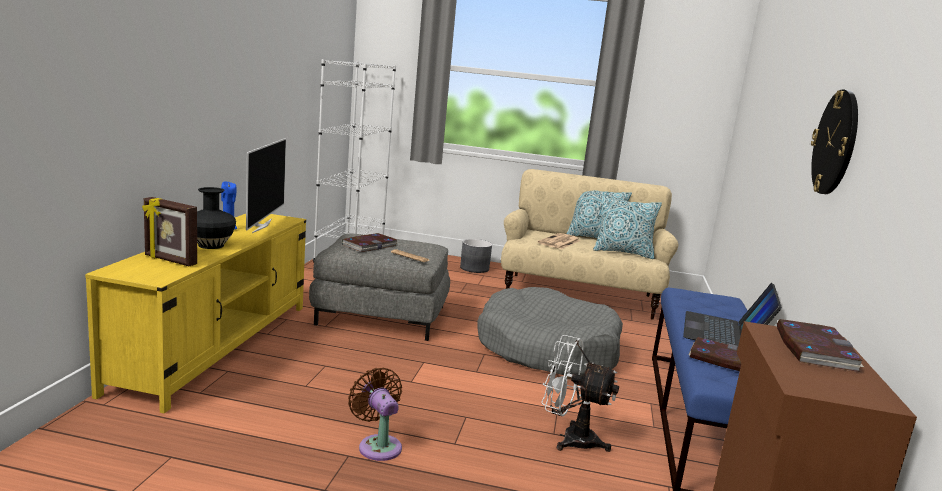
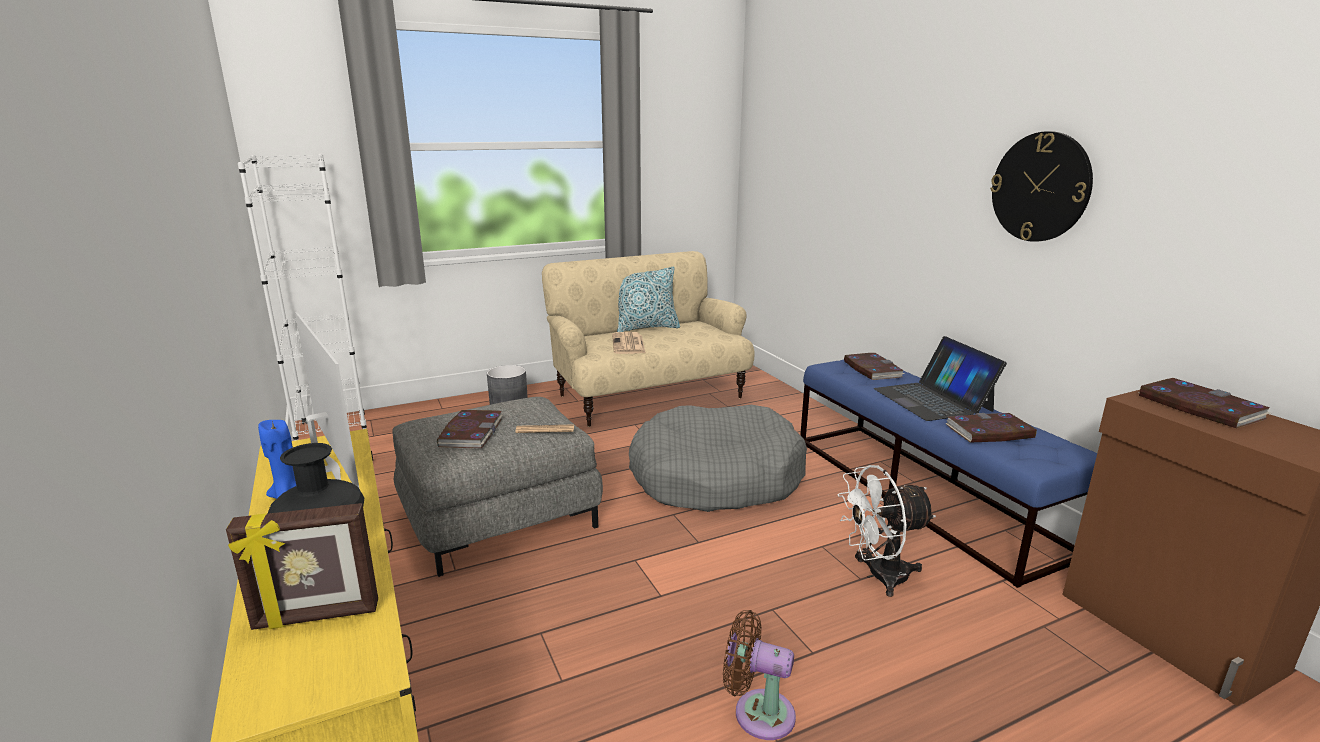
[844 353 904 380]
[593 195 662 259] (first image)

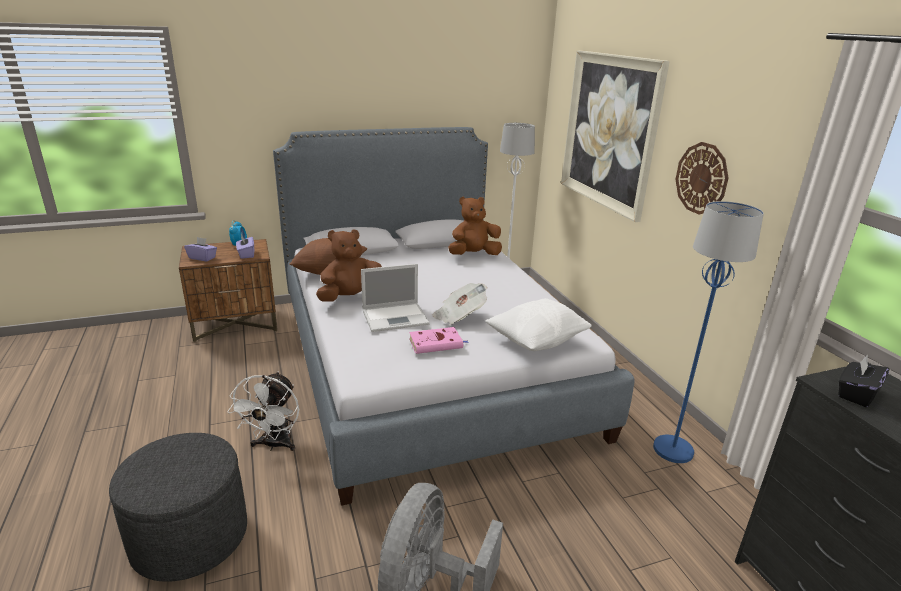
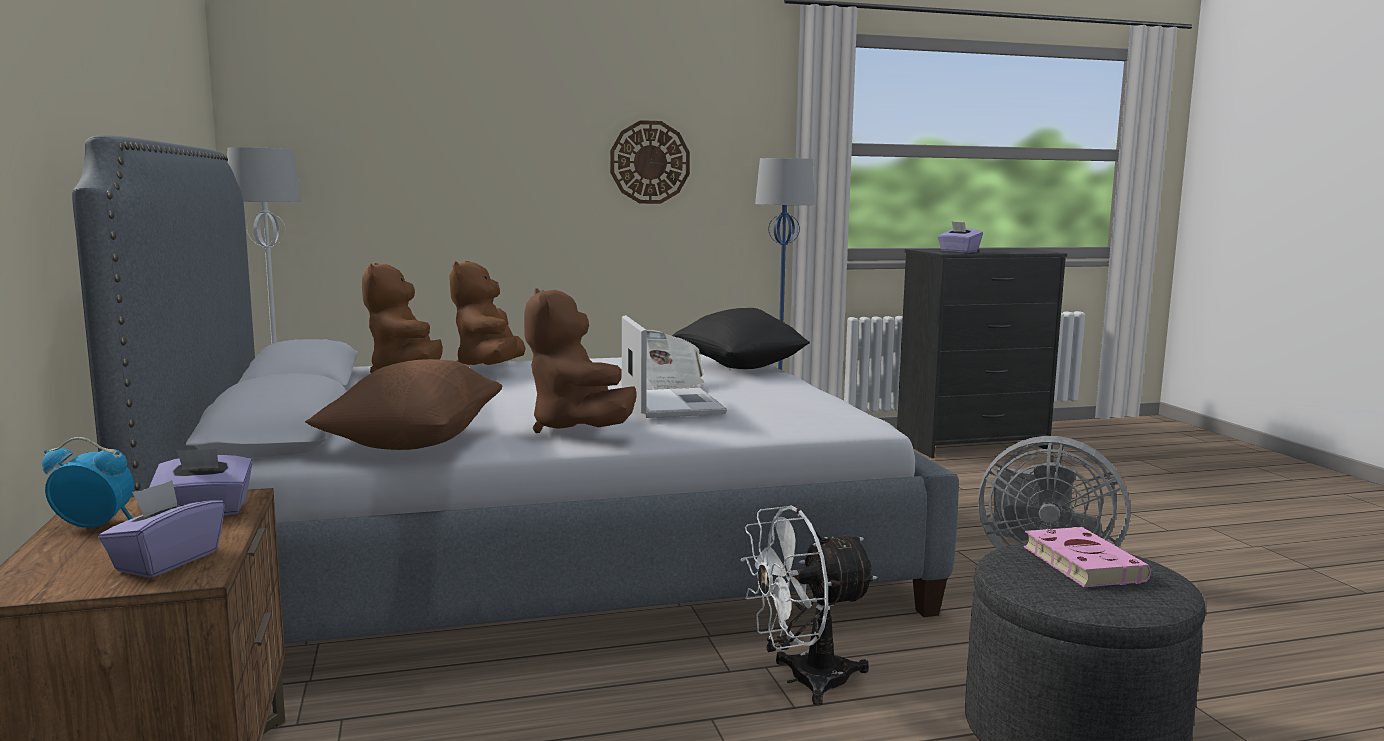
[449 261 526 365]
[672 308 810 369]
[740 505 877 705]
[938 221 983 253]
[1024 527 1151 587]
[561 50 670 222] (first image)

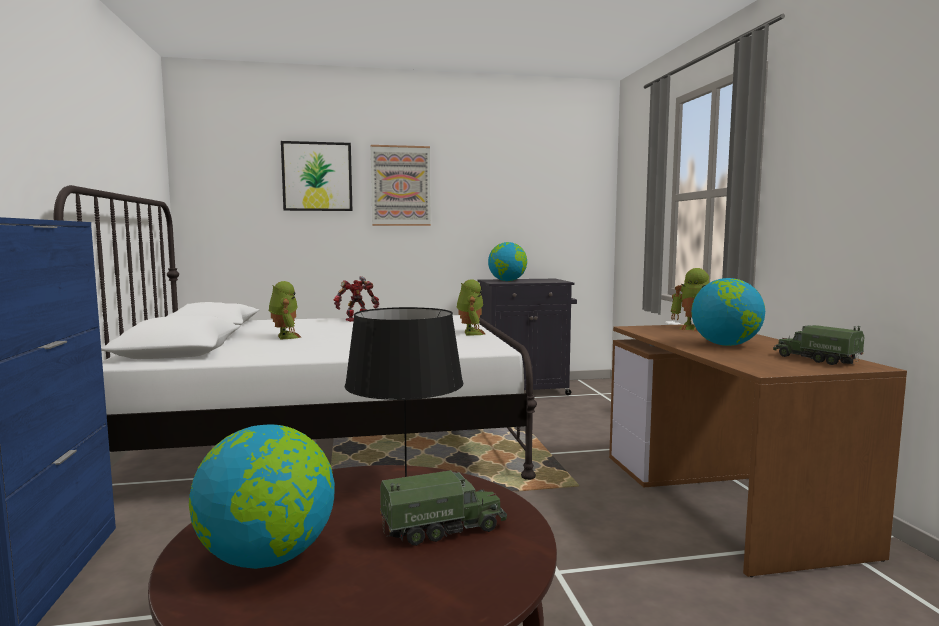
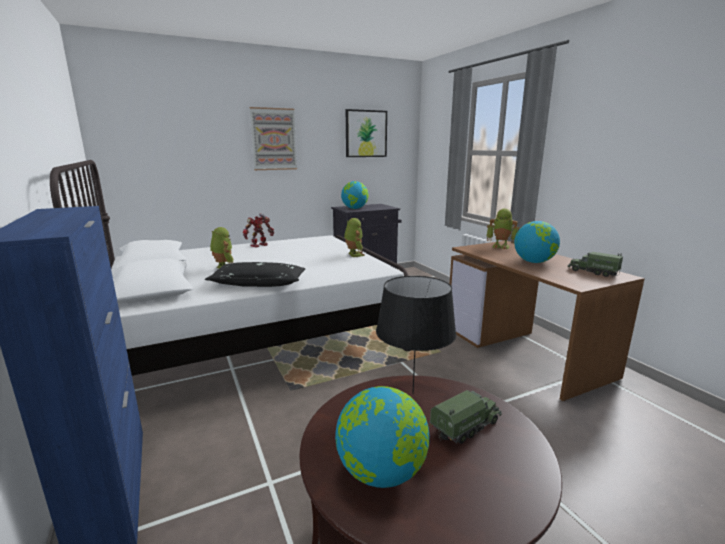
[205 262 306 287]
[346 109 387 157]

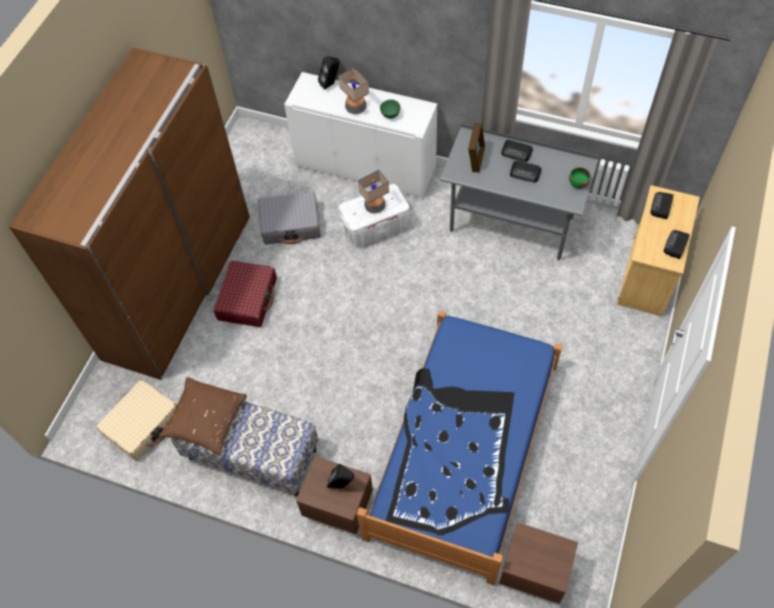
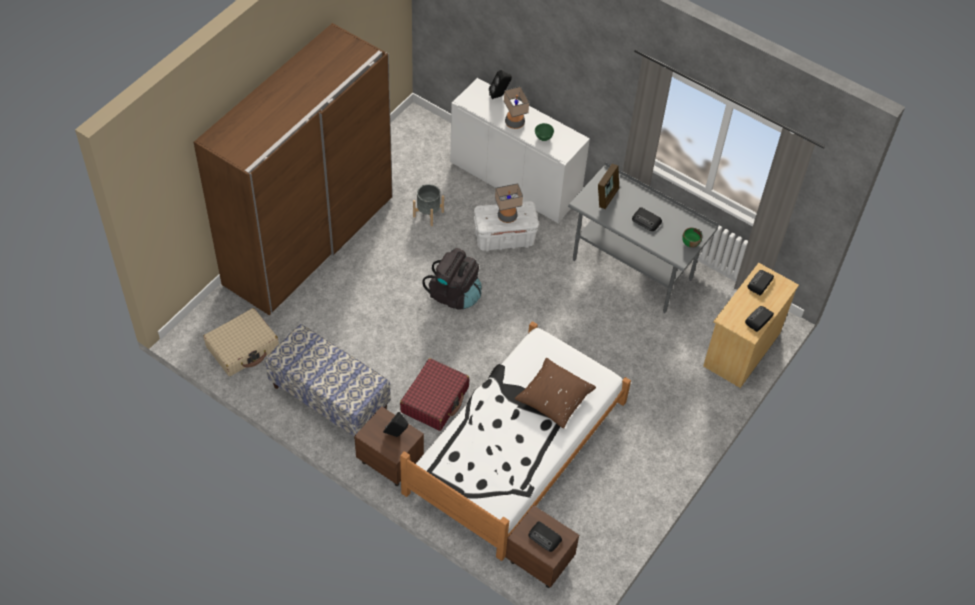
[400 321 631 561]
[400 358 470 431]
[413 184 444 226]
[422 248 482 310]
[514 358 596 429]
[529 521 562 552]

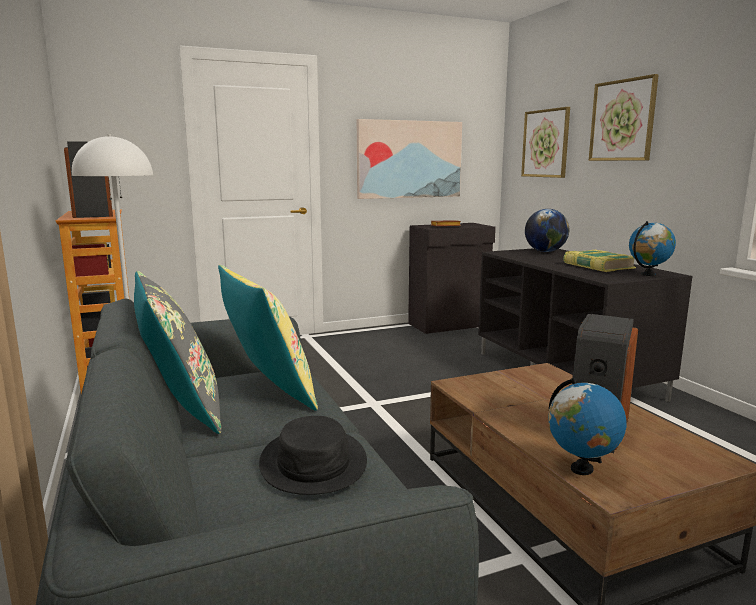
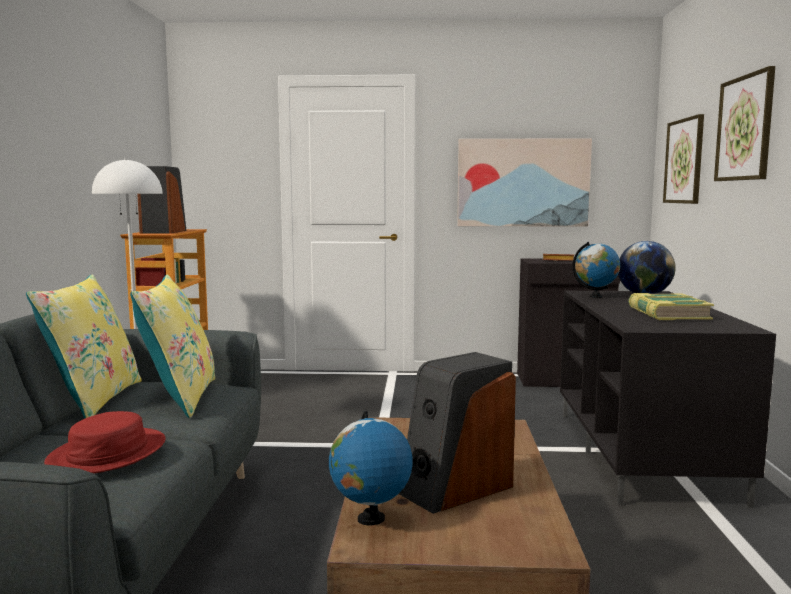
[26 274 142 419]
[44 411 166 474]
[572 242 620 298]

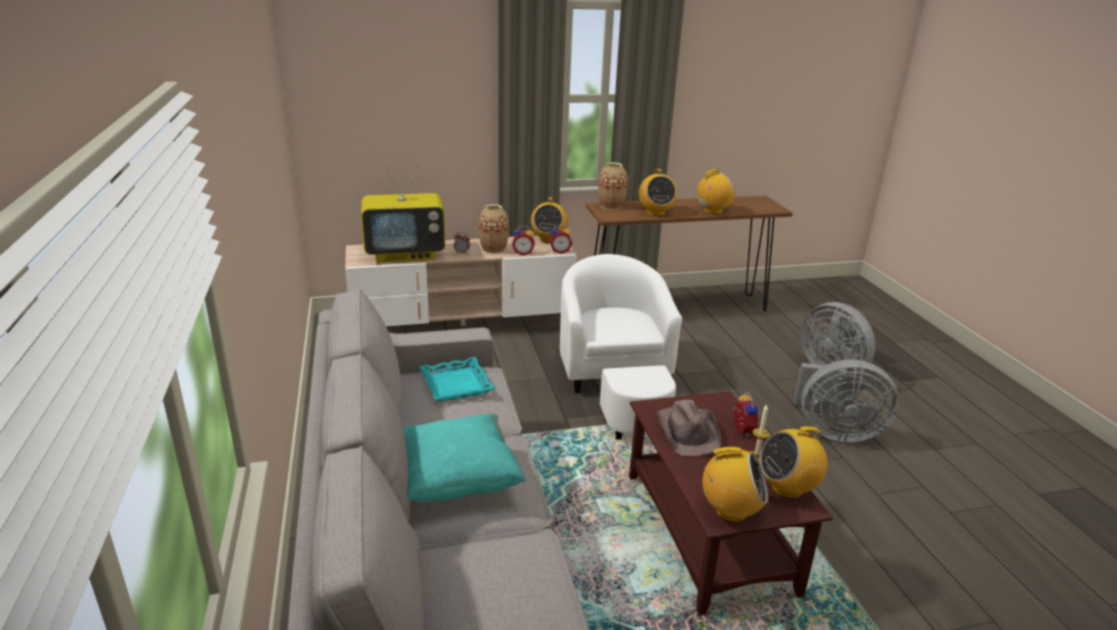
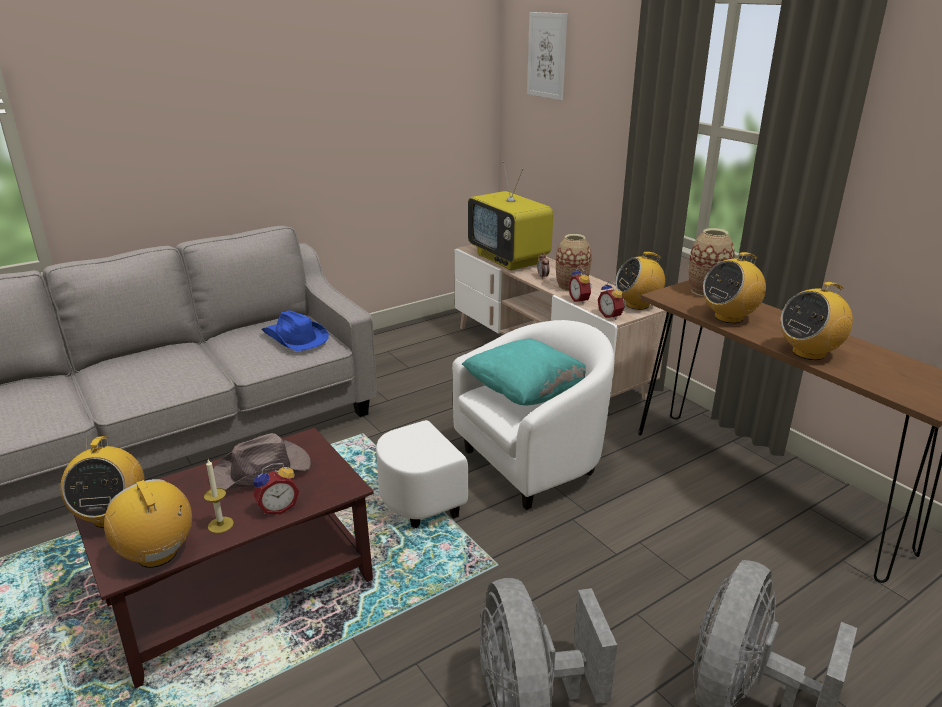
[261 310 329 351]
[462 338 586 406]
[527 12 567 100]
[781 282 853 360]

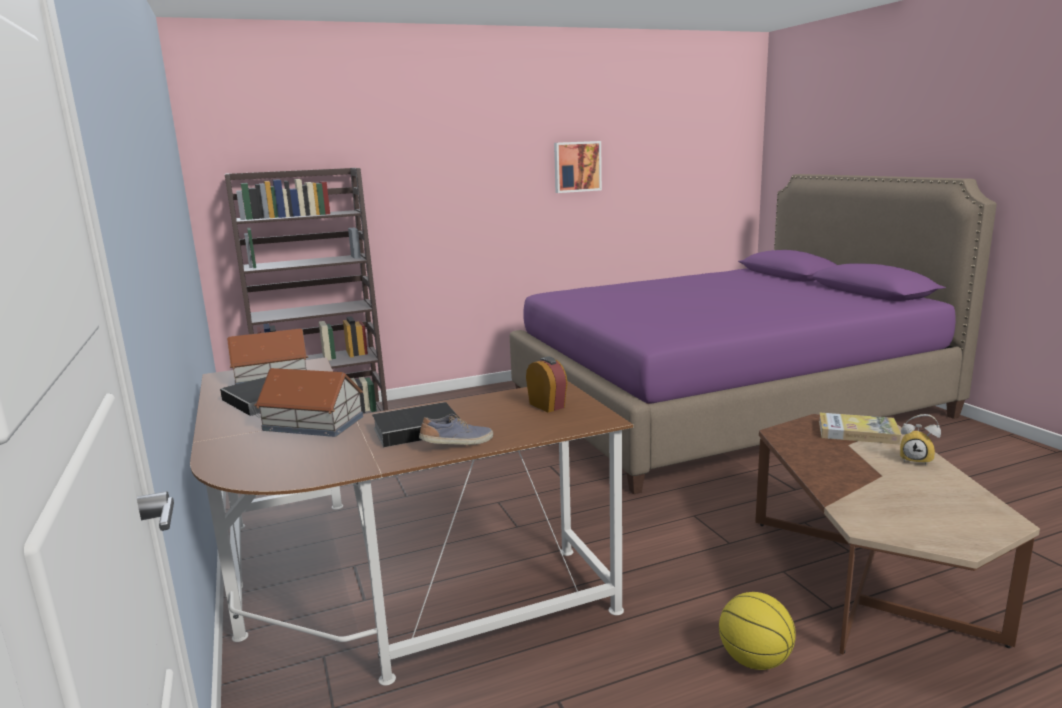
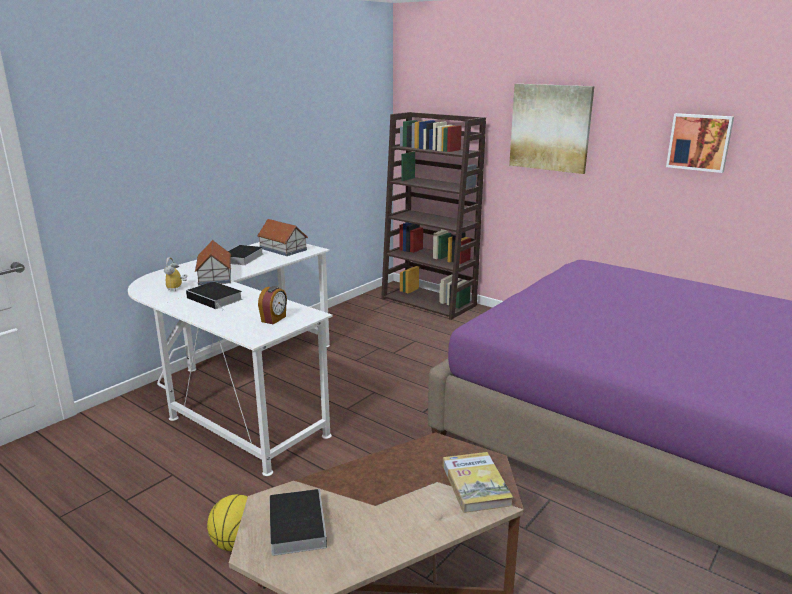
[128 242 333 476]
[164 257 187 292]
[269 489 327 556]
[509 84 594 174]
[419 414 493 445] (first image)

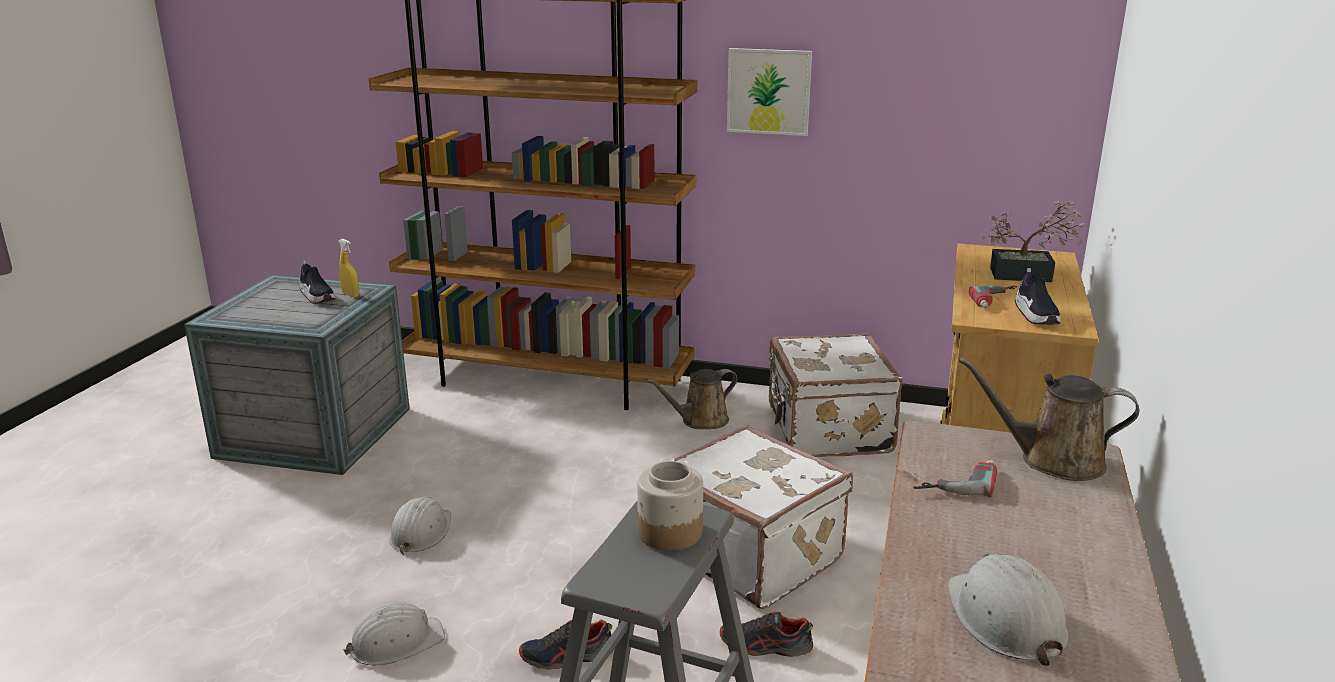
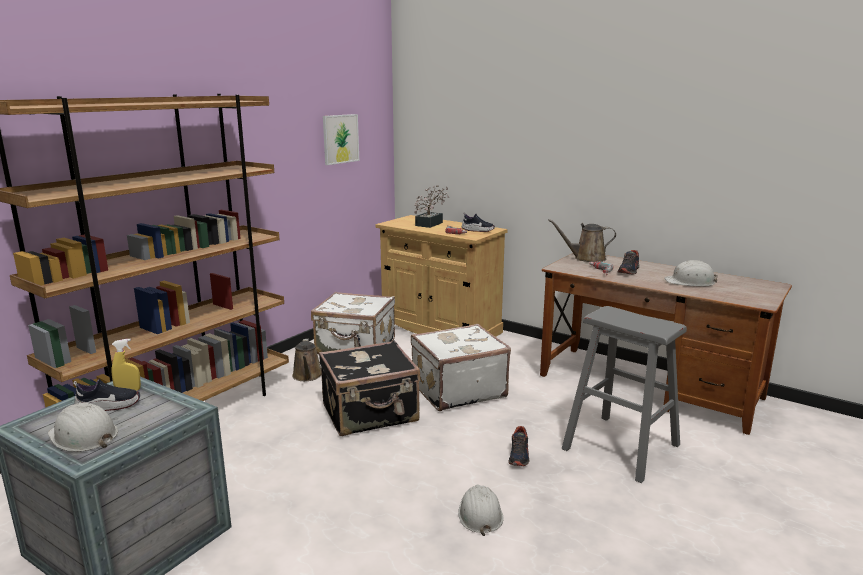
[48 403 118 452]
[319 340 420 436]
[323 114 359 165]
[548 219 616 262]
[618 250 640 274]
[637 461 703 551] (first image)

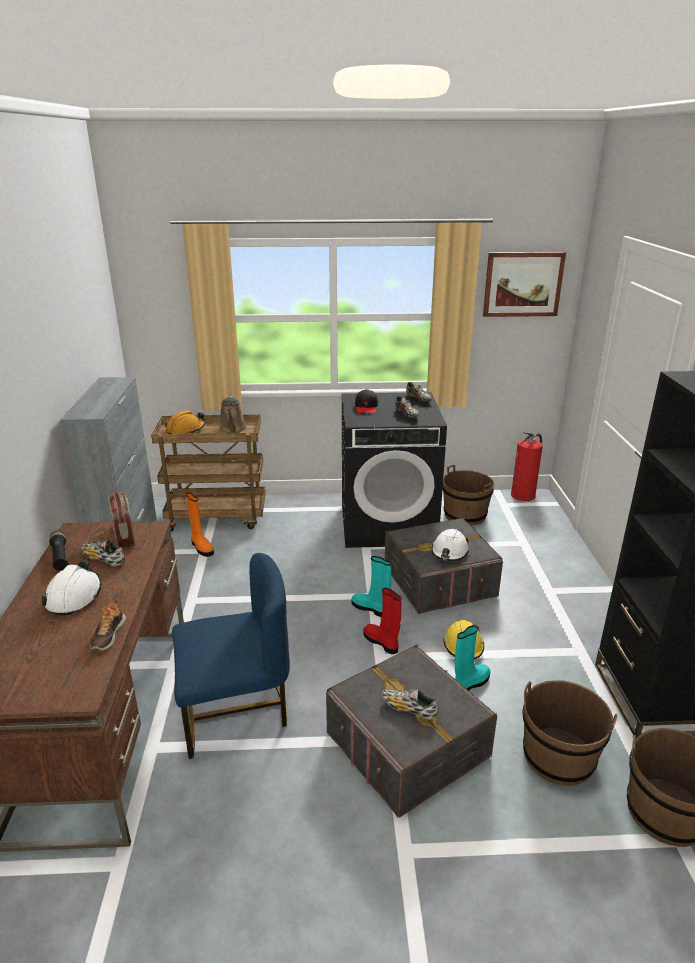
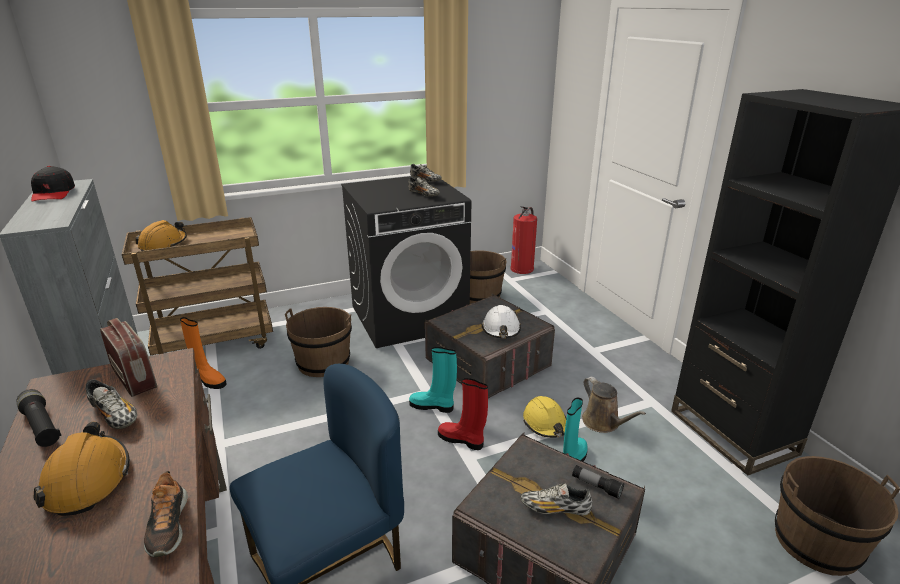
[31 166 75 202]
[33 422 130 516]
[86 379 137 429]
[285 307 352 377]
[572 465 624 499]
[582 377 646 433]
[483 252 566 317] (first image)

